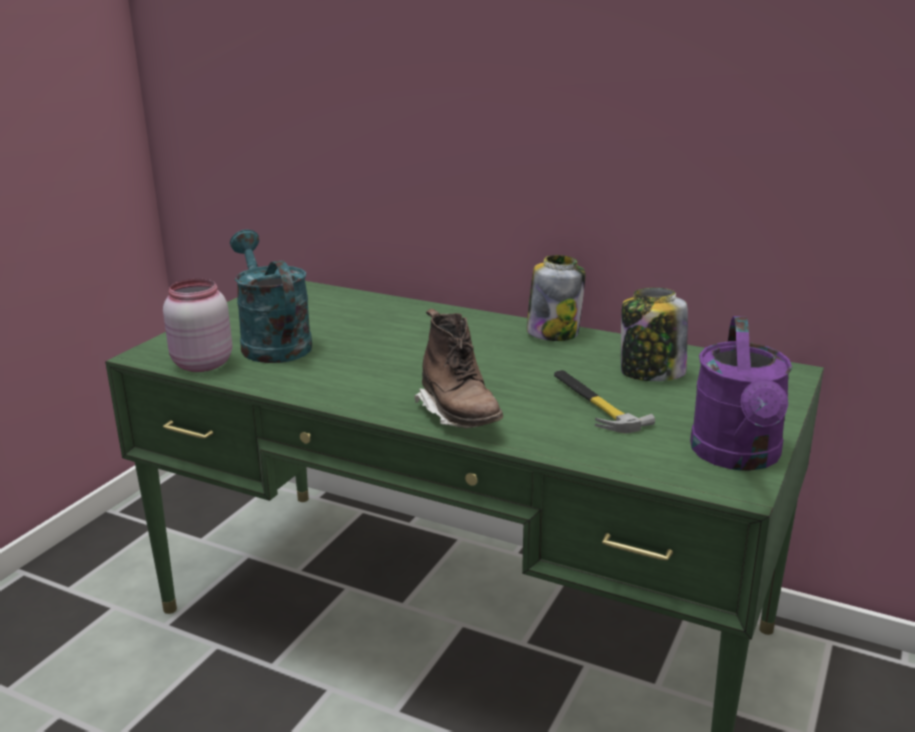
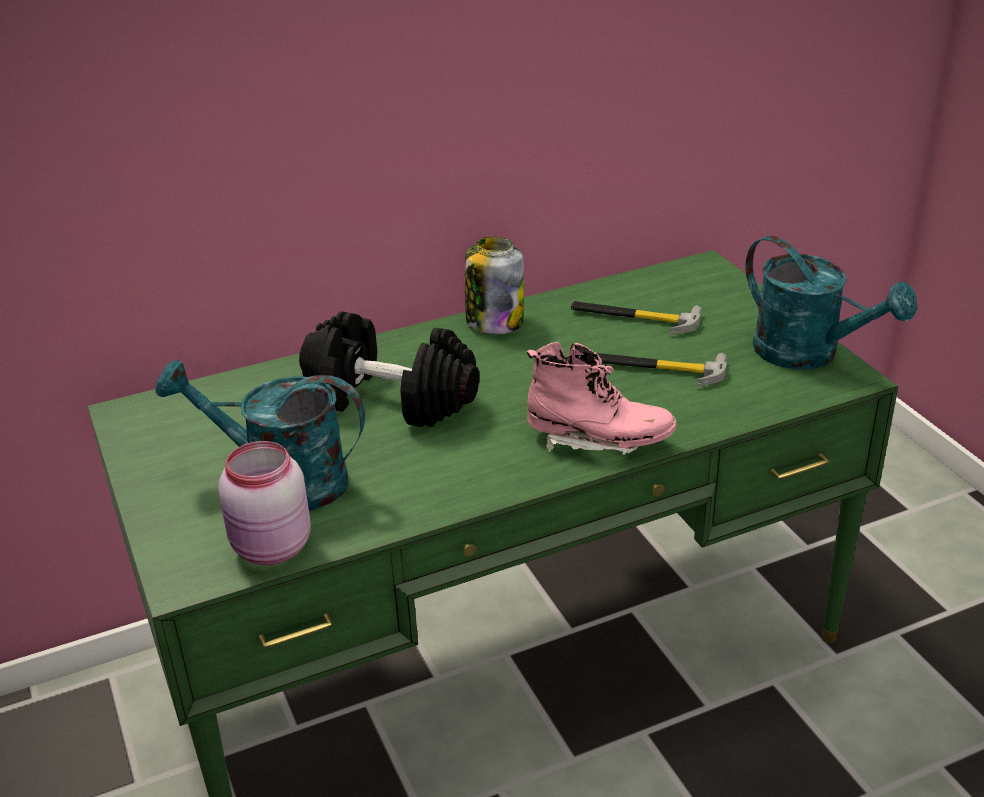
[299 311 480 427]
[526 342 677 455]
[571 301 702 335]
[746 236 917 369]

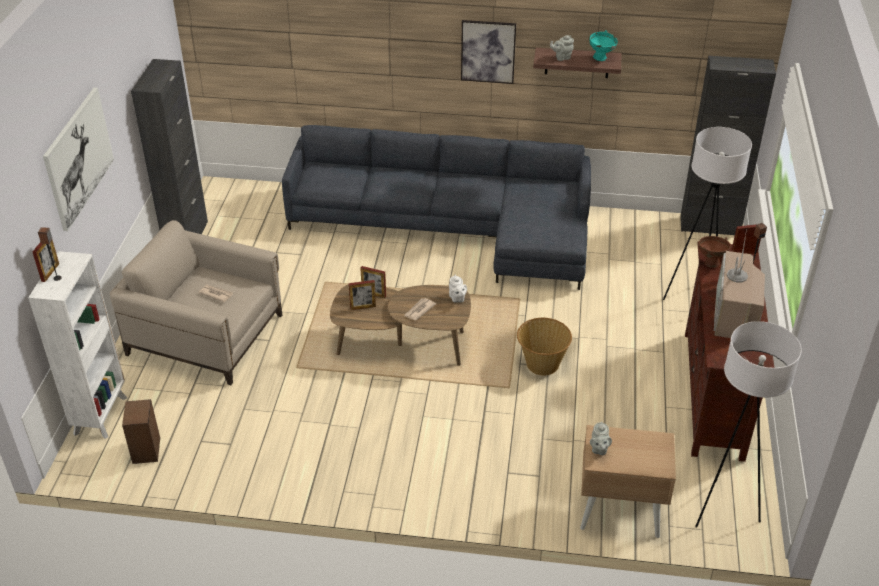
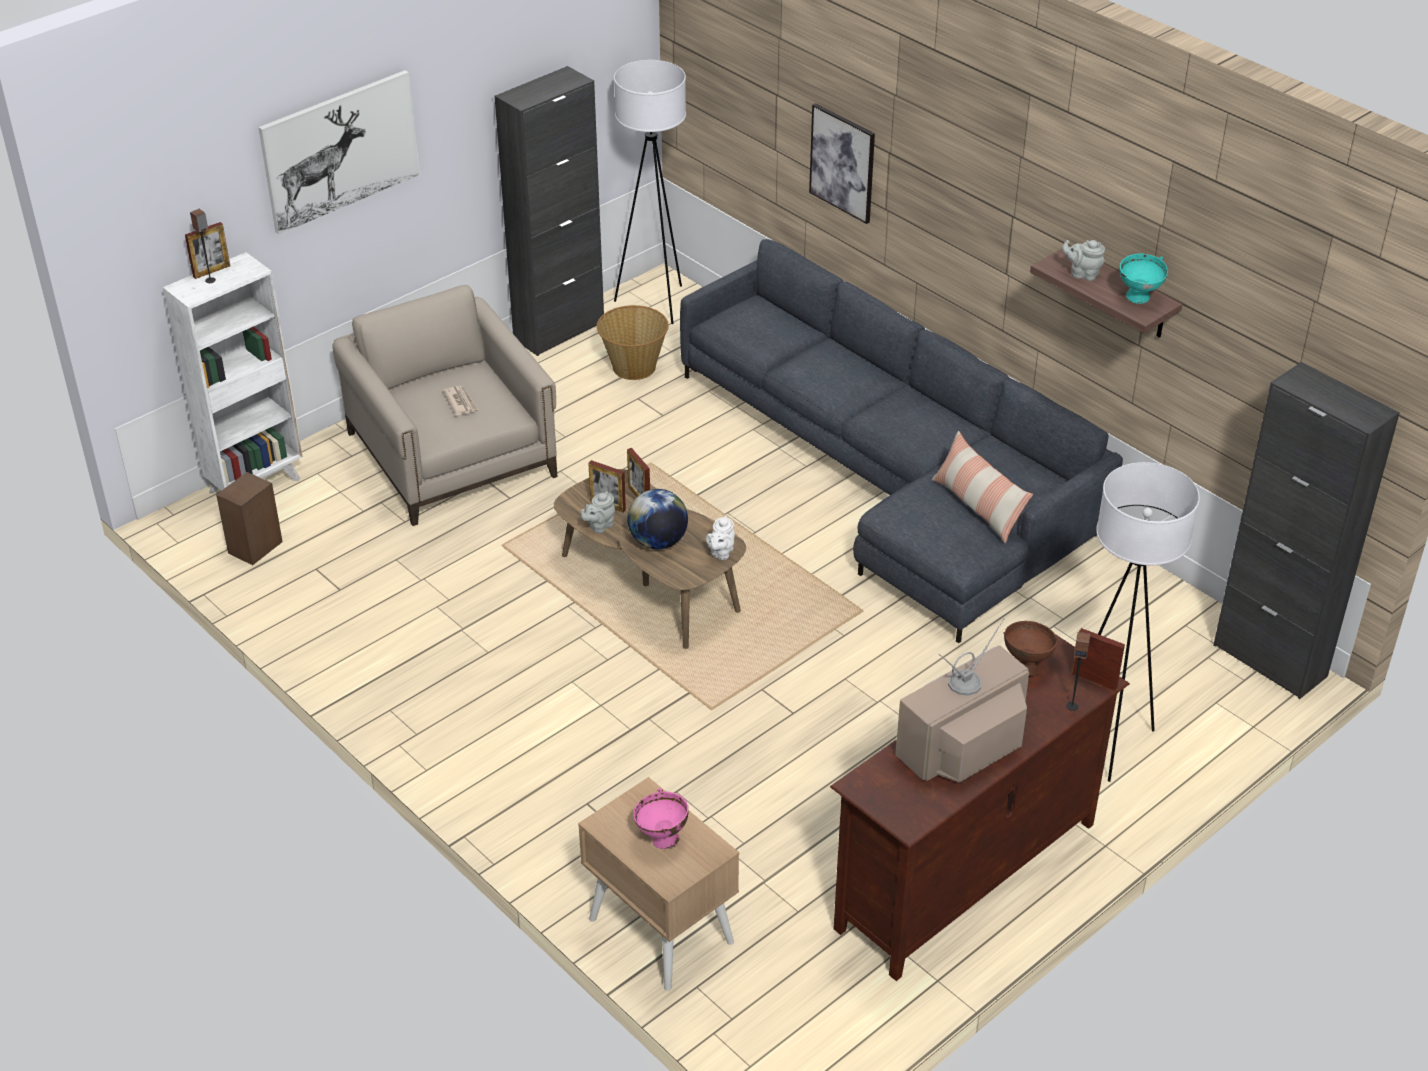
[581 491 615 533]
[597 305 669 380]
[614 60 686 324]
[627 489 688 549]
[633 788 689 849]
[809 103 875 224]
[932 431 1033 543]

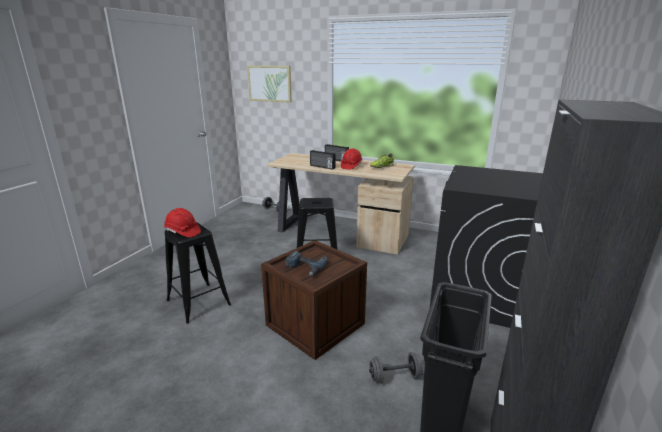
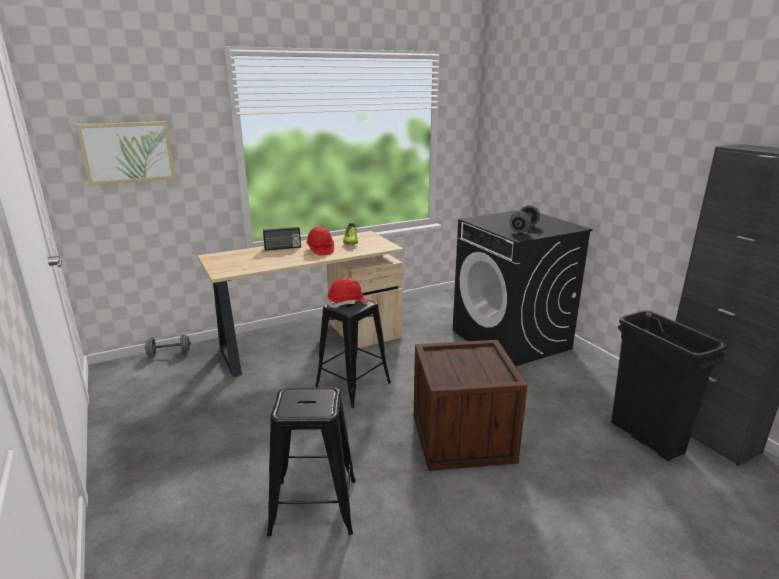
[328 277 368 308]
[509 205 540 233]
[285 251 328 276] (first image)
[310 150 336 170] (first image)

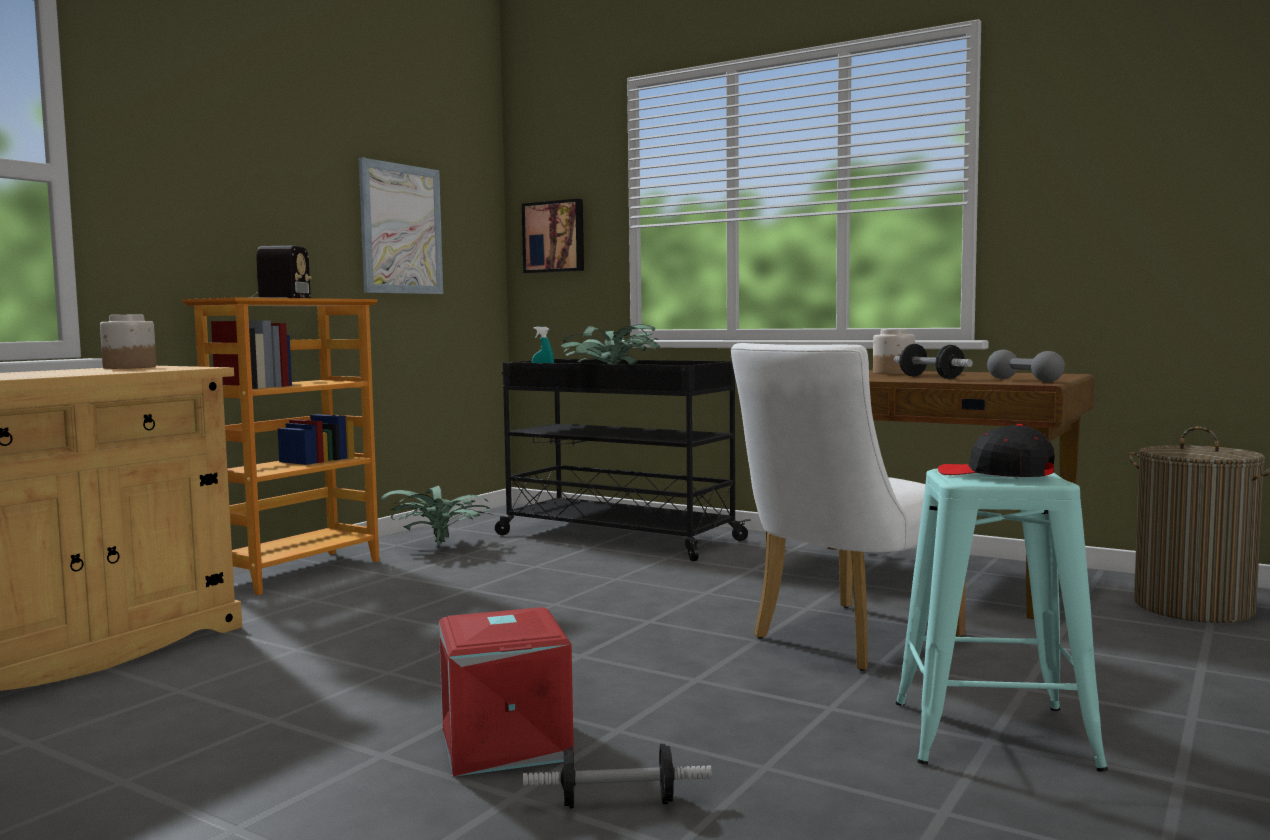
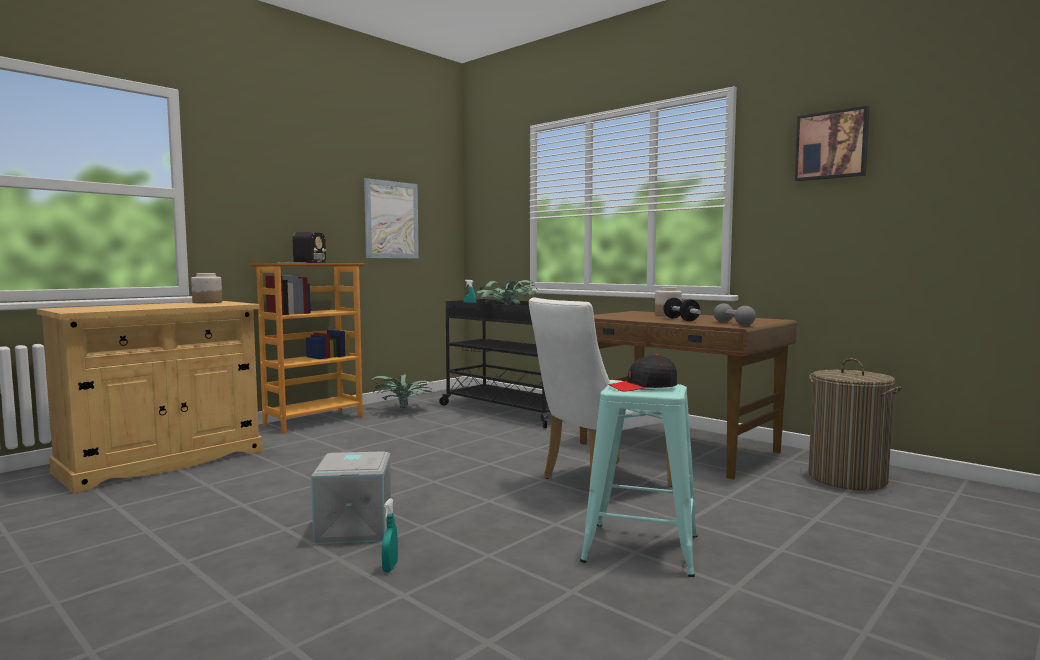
[311 451 391 544]
[382 498 398 572]
[608 354 677 391]
[795 106 870 181]

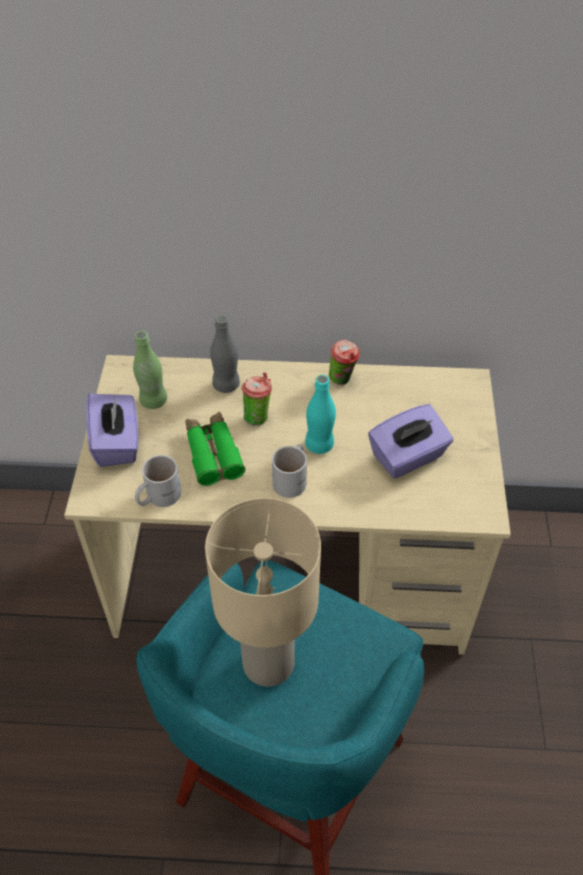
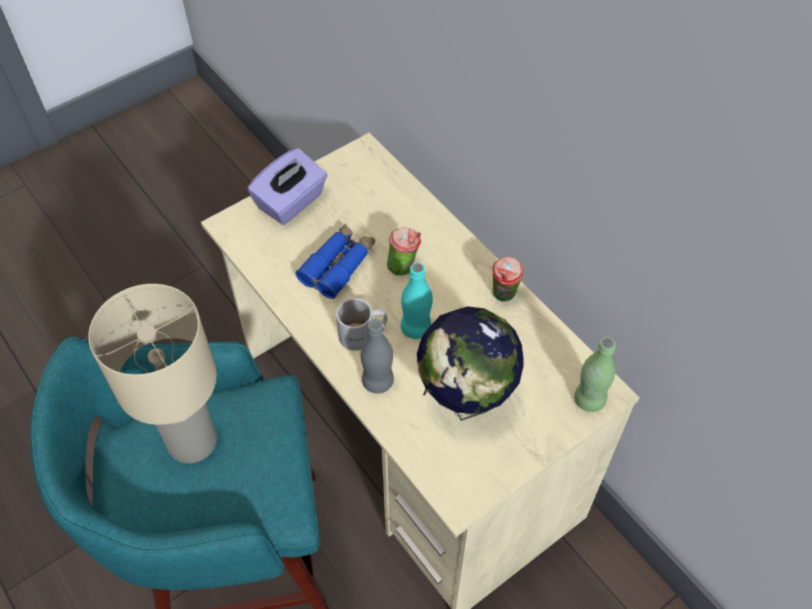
[296 223 375 299]
[361 319 394 394]
[417 306 524 421]
[574 337 616 412]
[135 455 181 507] (first image)

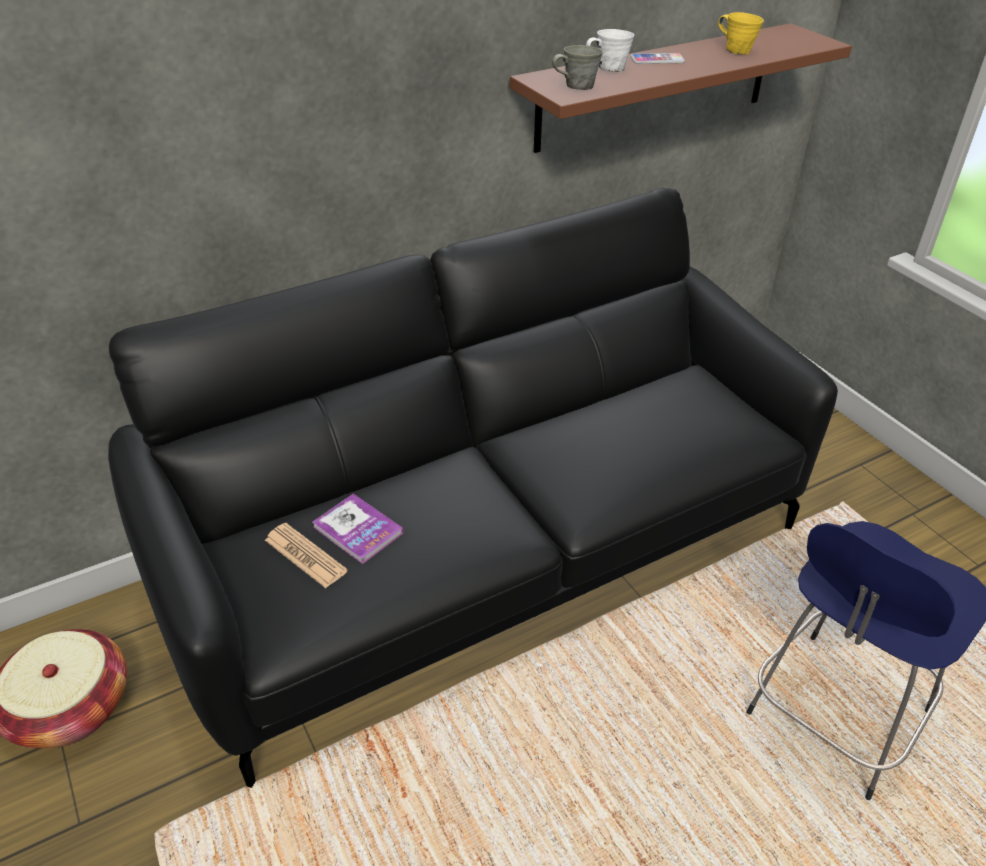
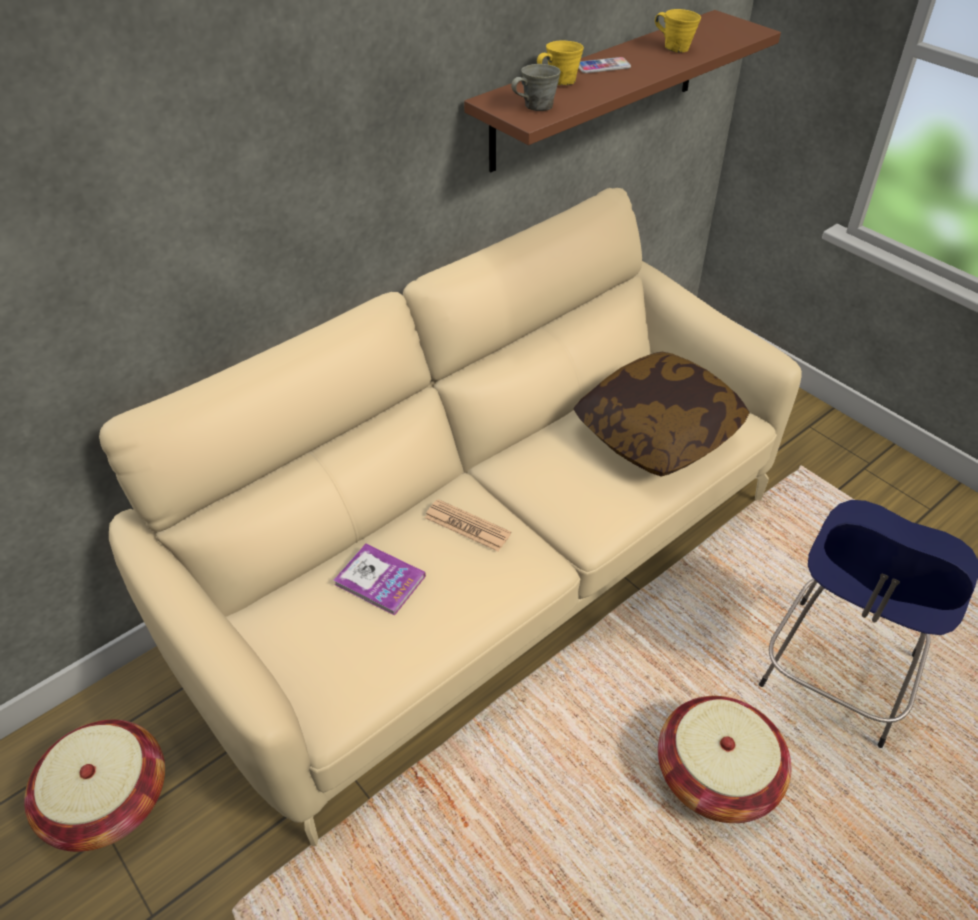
[99 188 802 846]
[425 499 511 551]
[537 40 584 85]
[573 352 750 477]
[658 696 791 823]

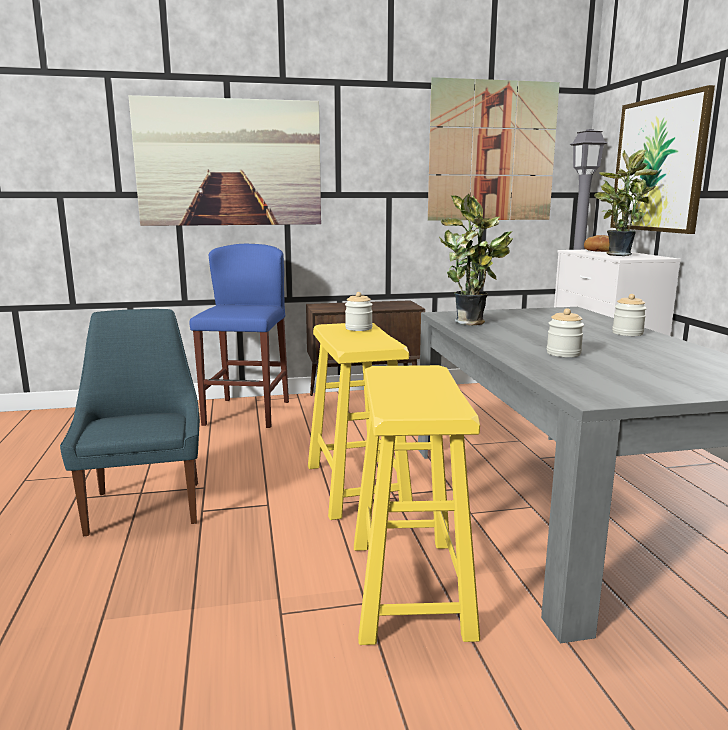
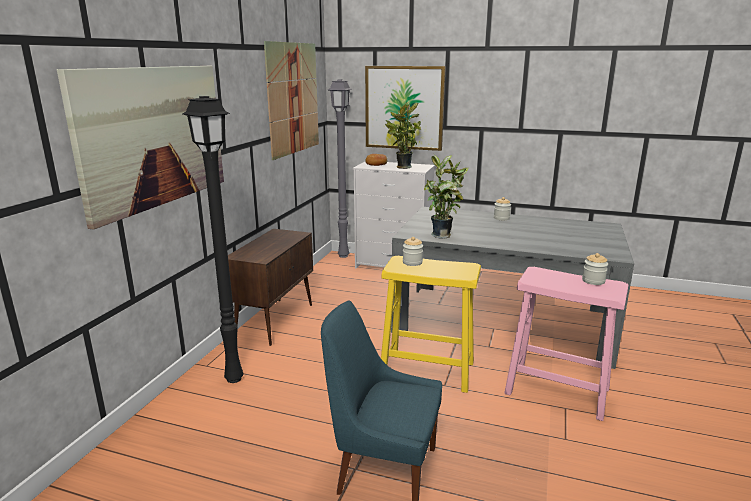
[182 96 243 383]
[504 267 629 421]
[582 253 608 285]

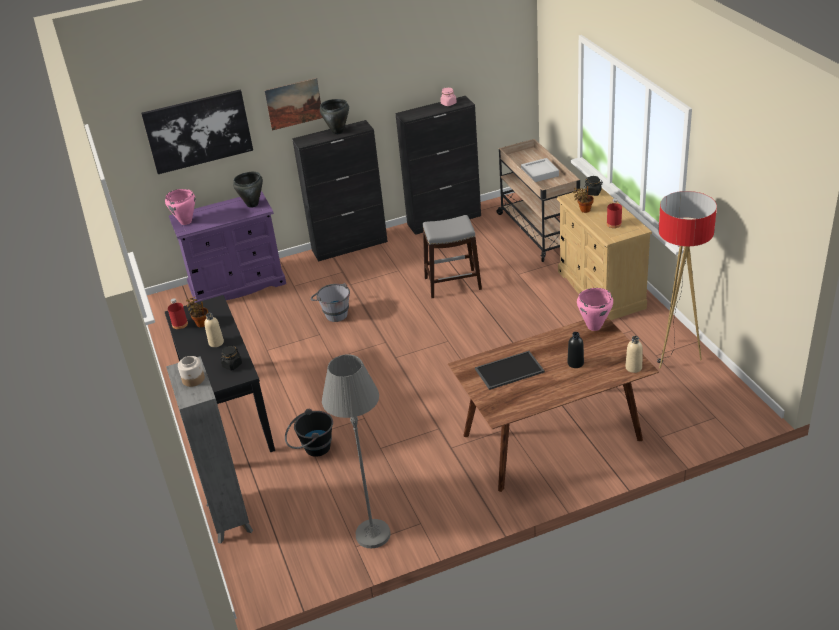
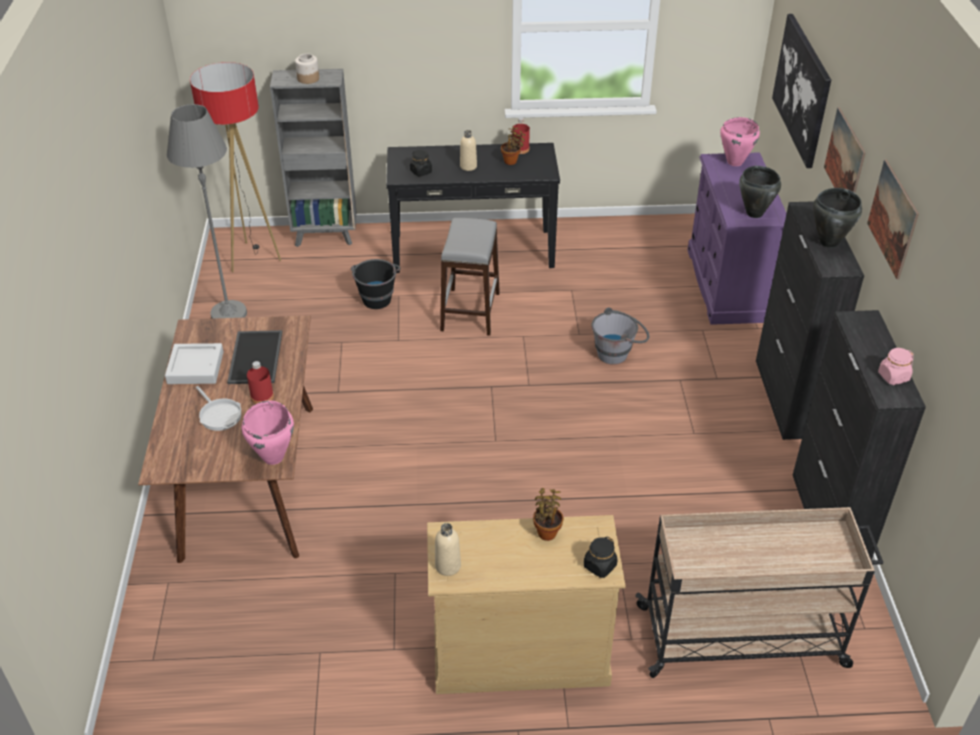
[165 343 223 384]
[190 62 281 272]
[196 386 241 431]
[247 361 274 404]
[435 523 461 576]
[440 218 500 336]
[867 159 919 280]

